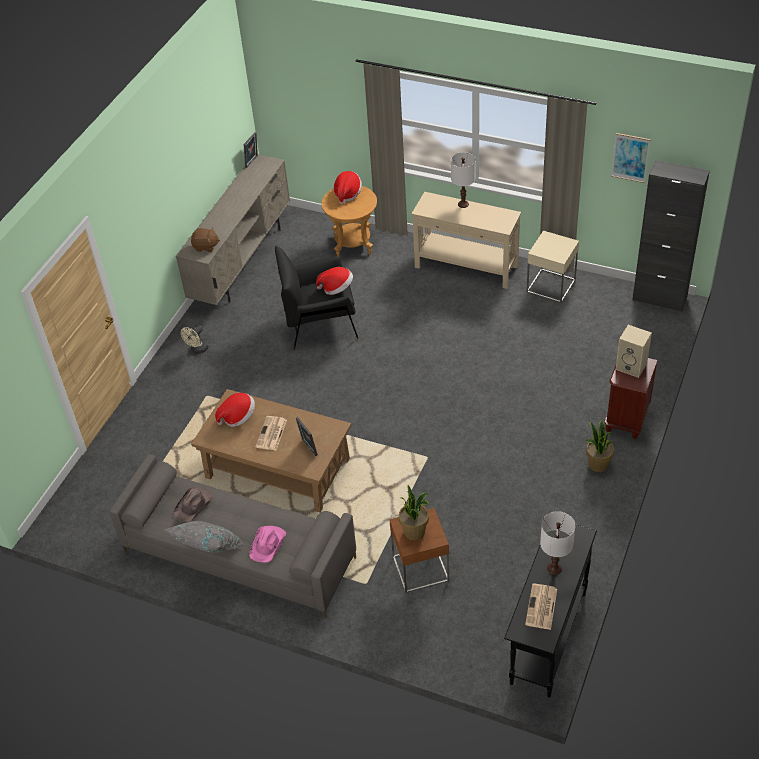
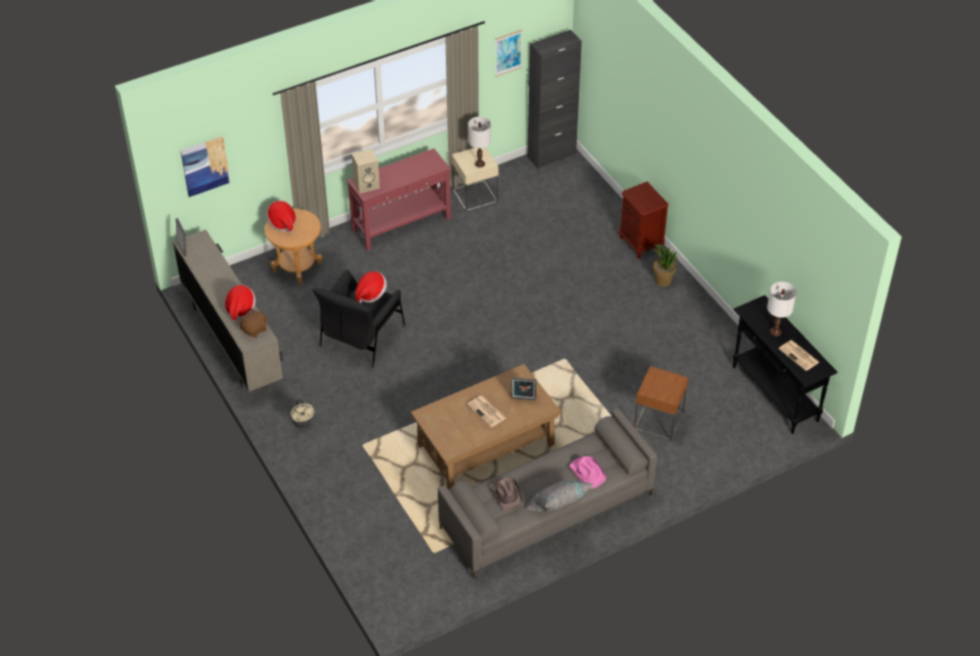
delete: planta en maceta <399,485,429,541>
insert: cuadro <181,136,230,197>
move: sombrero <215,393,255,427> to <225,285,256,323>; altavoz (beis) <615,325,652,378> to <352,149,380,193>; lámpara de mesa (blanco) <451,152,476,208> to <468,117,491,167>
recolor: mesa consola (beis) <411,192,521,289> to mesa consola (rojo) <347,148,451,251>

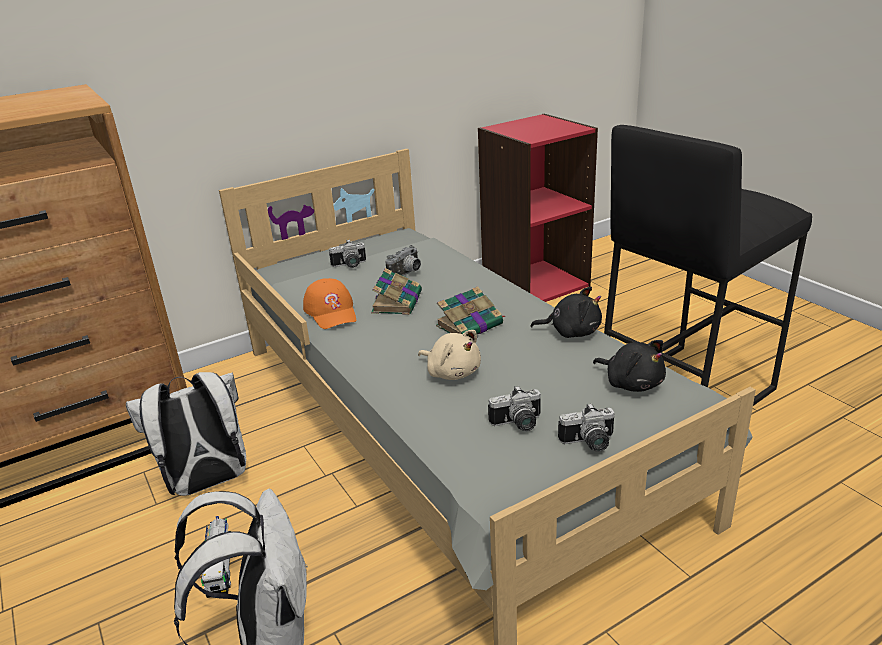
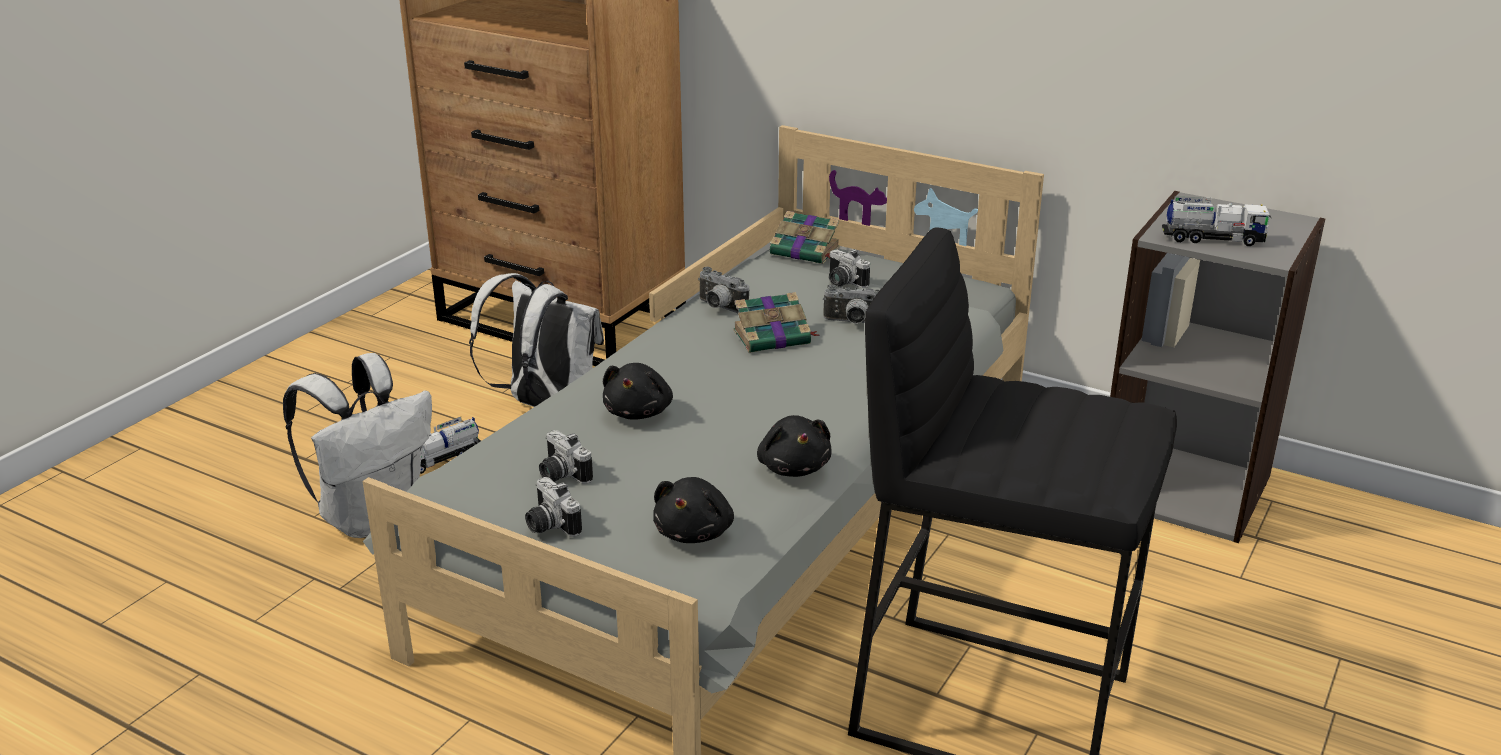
insert: camión de juguete <1162,196,1271,246>
move: libro <436,286,505,334> to <770,211,840,264>
replace: gorra (naranja) <303,278,356,329> to cámara <698,267,750,313>
recolor: peluche (beis) <418,330,481,380> to peluche (negro) <603,363,673,420>; estantería (rojo) <478,114,598,302> to estantería (gris) <1110,191,1325,543>

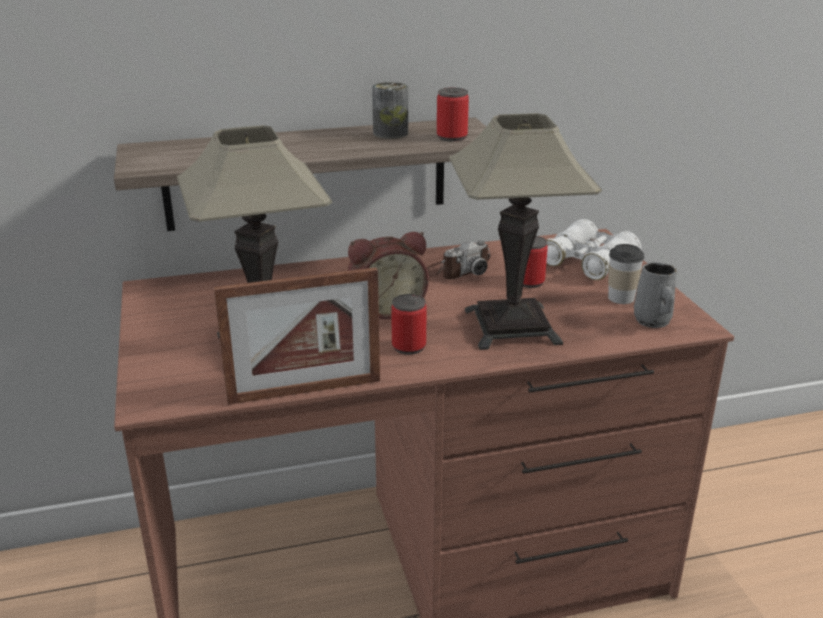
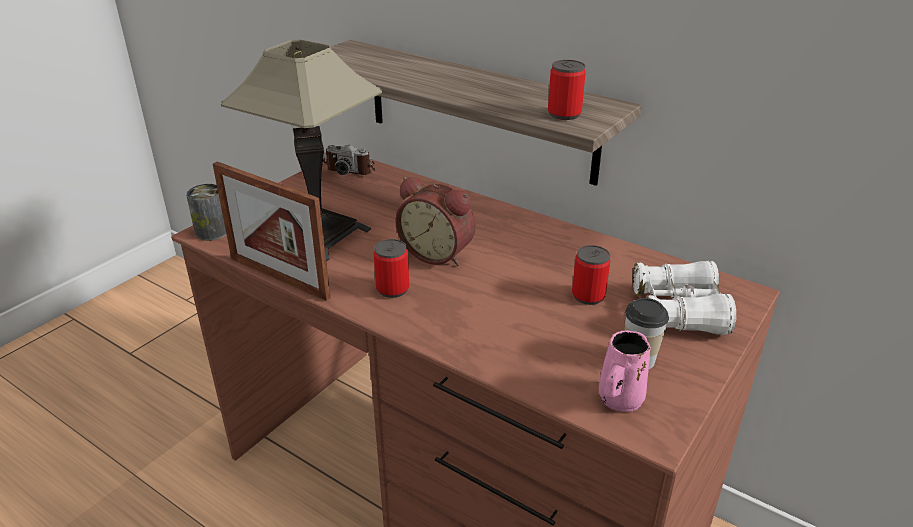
delete: lámpara de mesa <449,113,602,350>
move: lata <372,82,408,139> to <186,184,227,241>; cámara <426,240,491,279> to <323,145,376,175>
recolor: taza grande (gris) <634,262,677,328> to taza grande (rosa) <599,331,651,412>

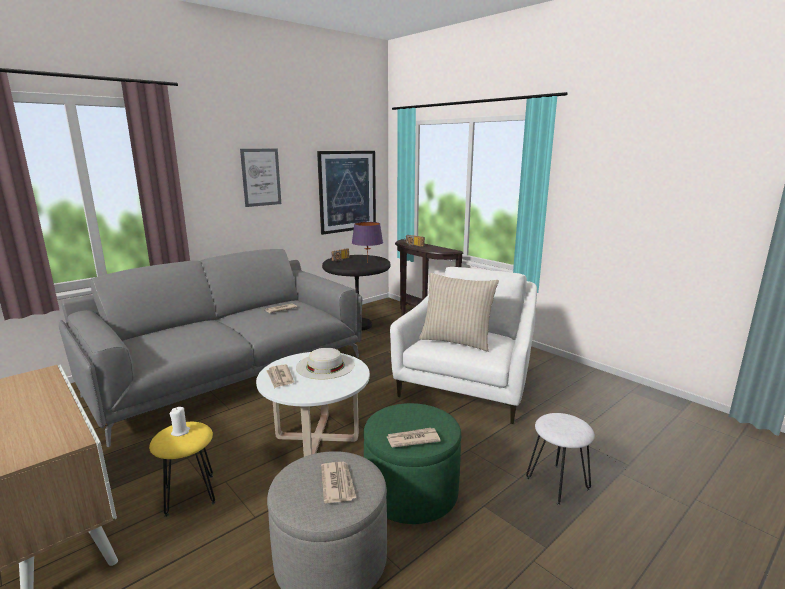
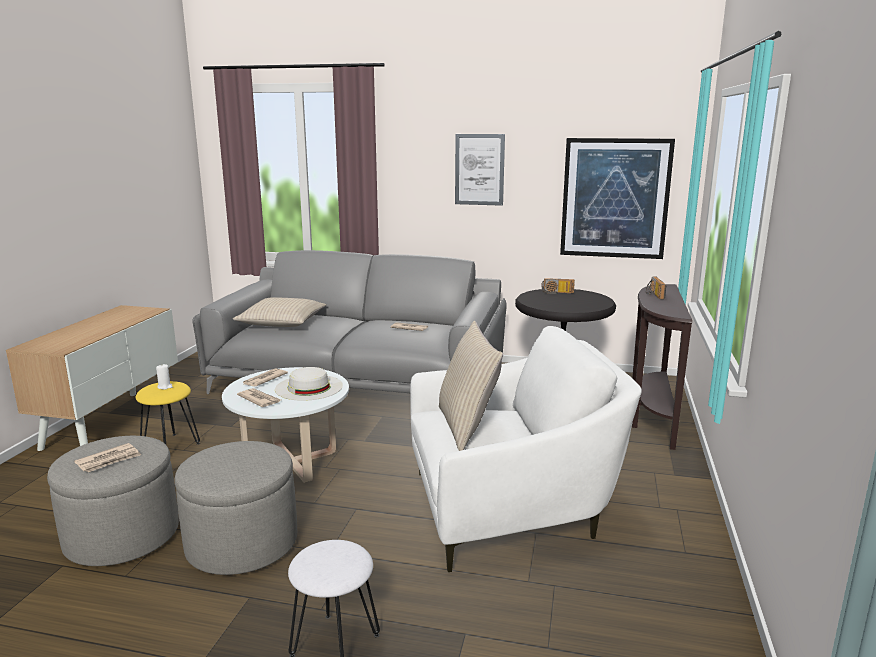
delete: lámpara de mesa (morado) <352,222,383,260>
insert: cojín (beis) <233,297,327,327>
move: periódico <387,428,441,448> to <237,388,281,407>
recolor: puf (verde) <363,403,461,524> to puf (gris) <175,441,297,575>

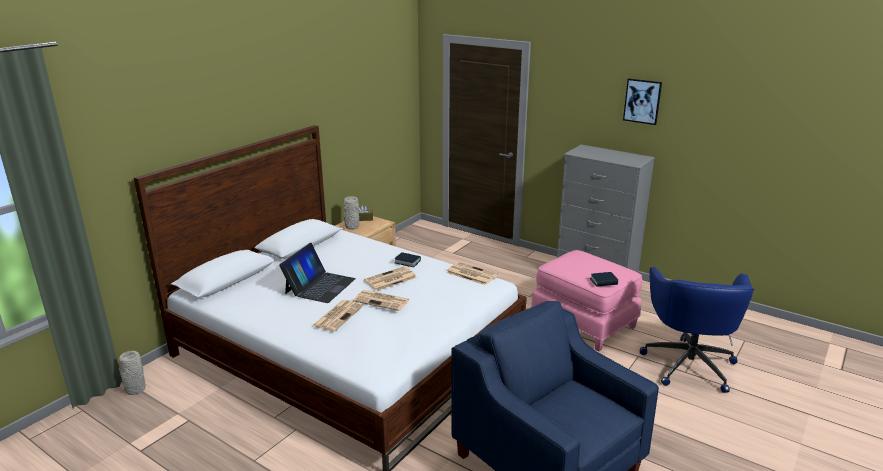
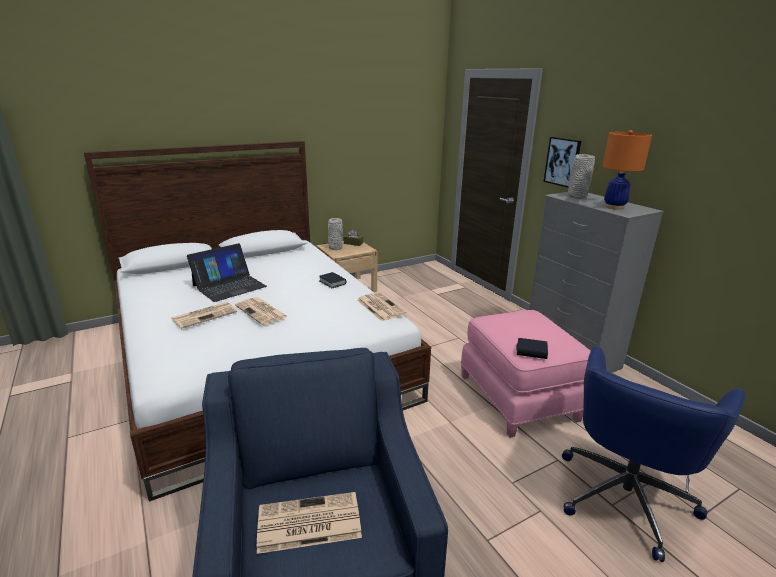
insert: lámpara de mesa (naranja) <603,130,652,210>
move: periódico <364,267,417,291> to <257,492,362,554>; cuadro <623,78,662,125> to <543,137,581,188>; florero (gris) <119,351,146,395> to <568,154,595,199>

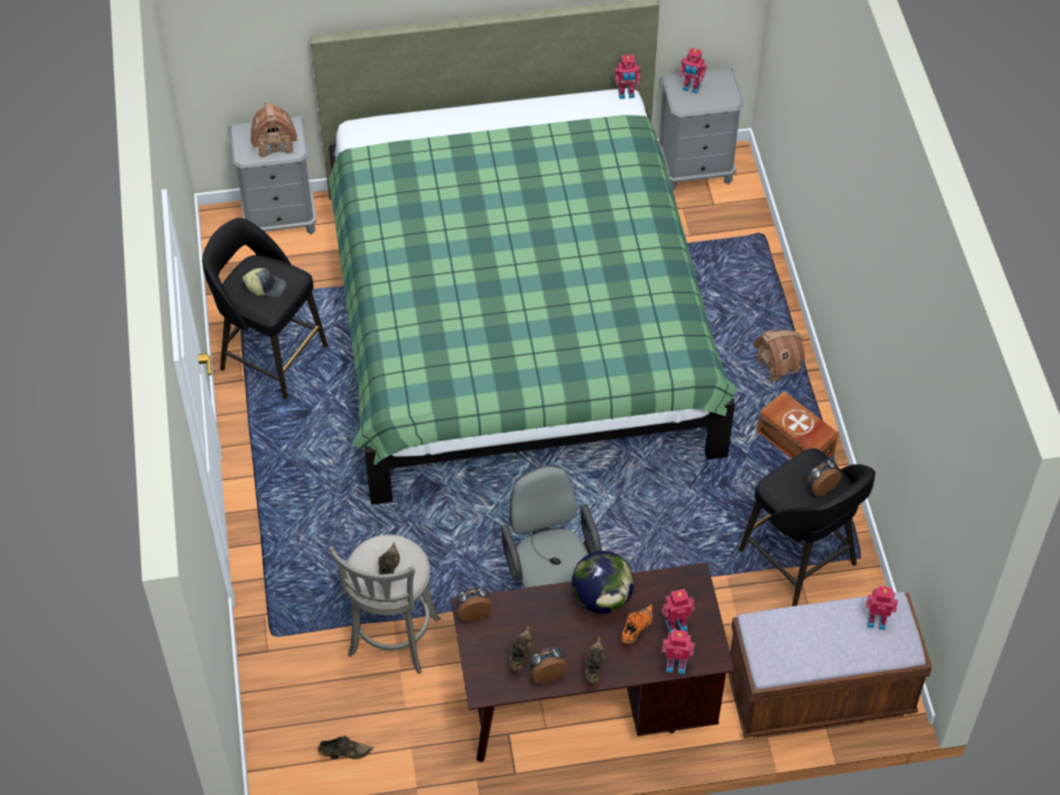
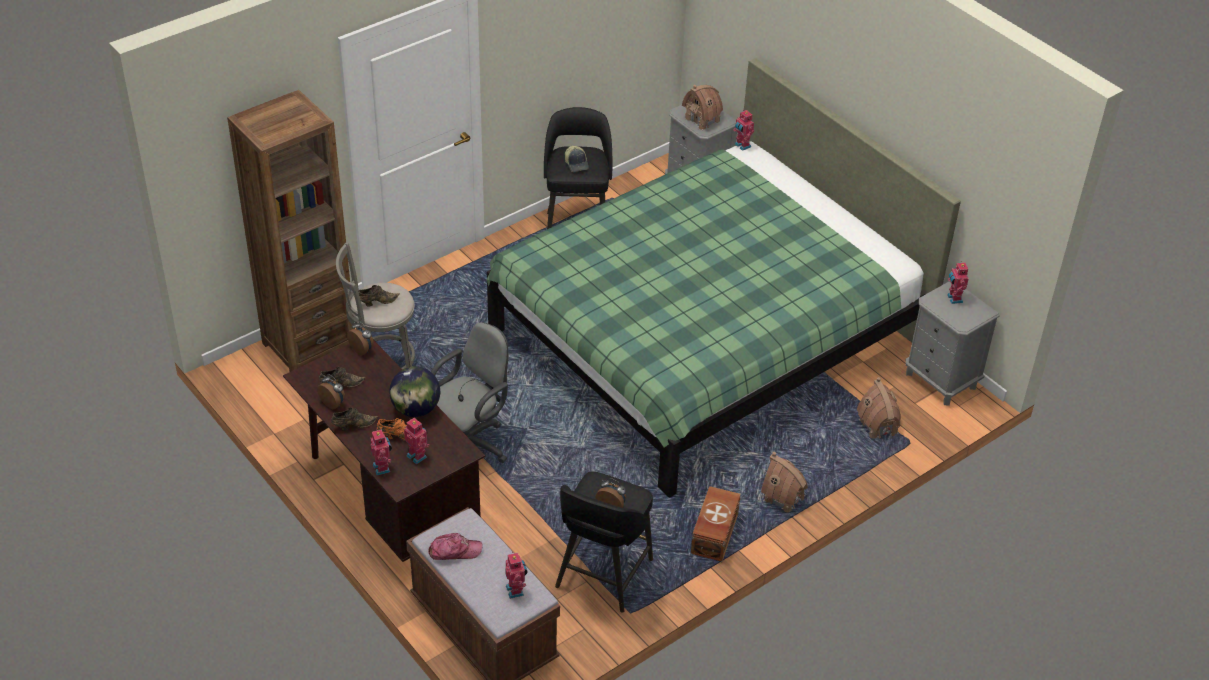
delete: zapato (marrón) <318,736,374,759>
insert: estantería (marrón) <227,90,355,372>; gorra <428,533,483,560>; casita <857,377,901,439>
move: robot de juguete <614,55,640,99> to <733,110,754,151>

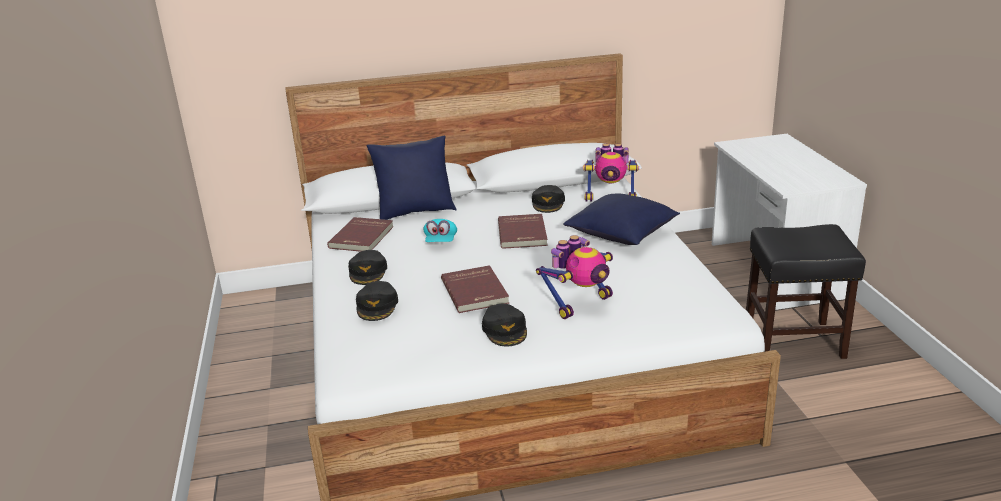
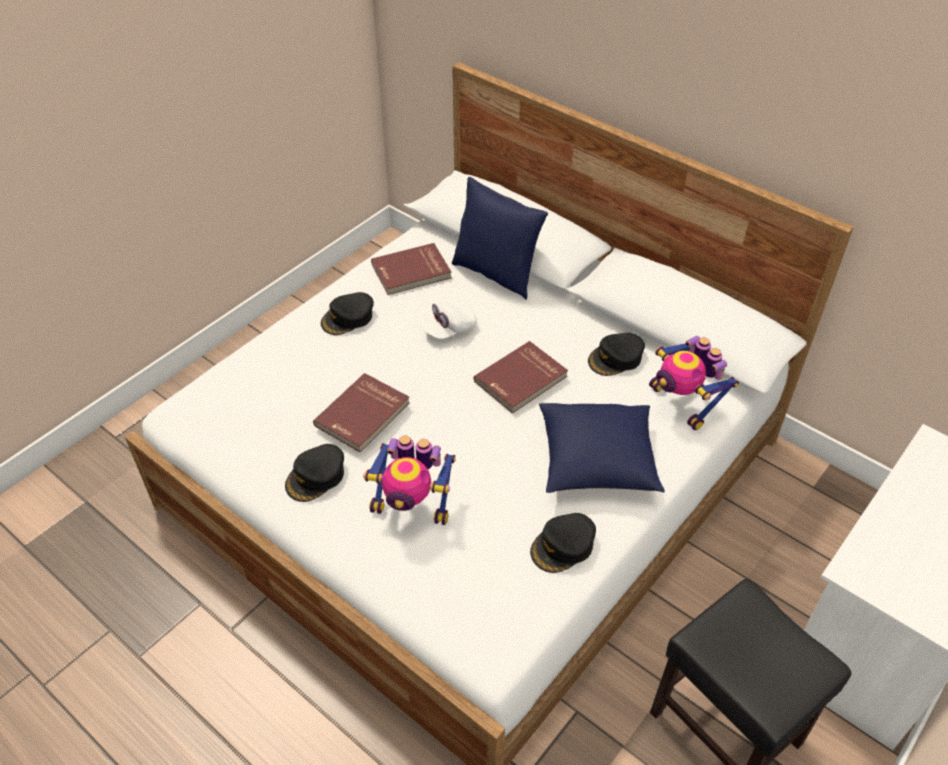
move: gorra (negro) <356,281,398,321> to <530,513,596,573>
recolor: gorra (turquesa) <423,219,457,242> to gorra (blanco) <422,302,477,339>

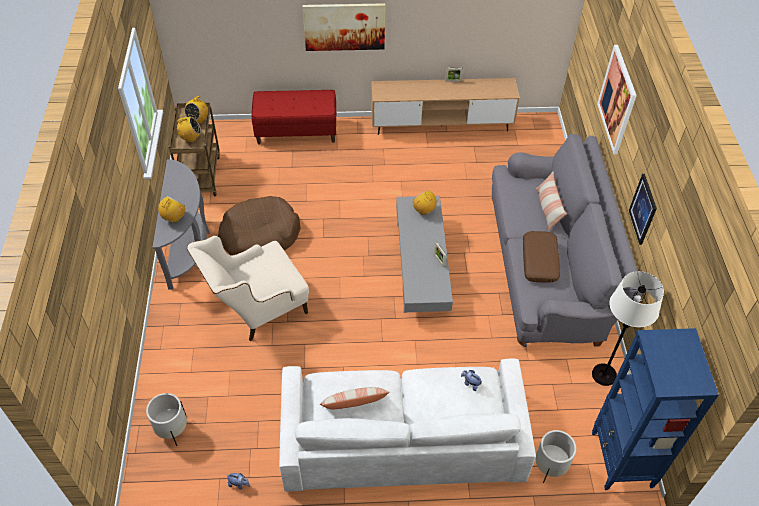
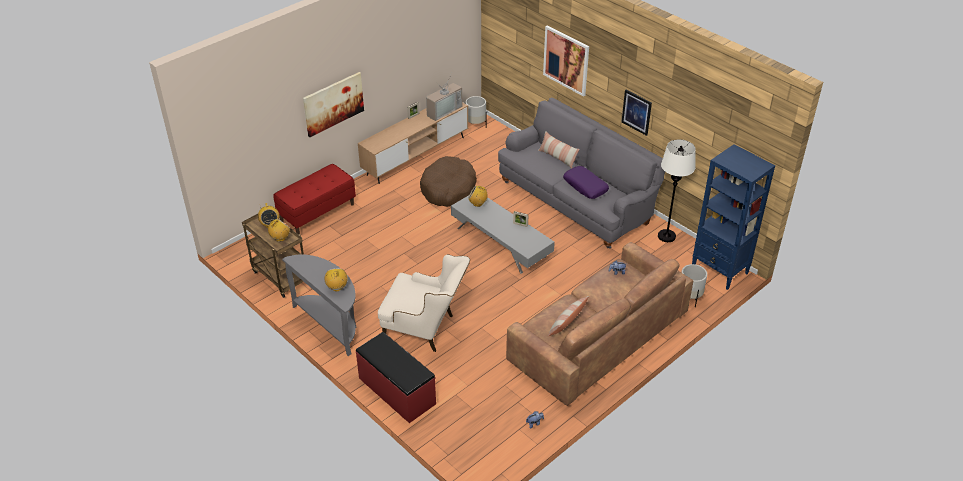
insert: banco (rojo) <356,332,436,423>; televisor <426,73,462,121>
move: cama para perro (marrón) <218,196,301,255> to <420,156,477,207>; maceta (blanco) <146,393,187,446> to <466,96,487,124>
recolor: sofá (blanco) <279,359,536,492> to sofá (marrón) <506,242,694,406>; cojín (marrón) <523,231,560,283> to cojín (morado) <563,166,609,199>
rotate: sillón (beis) <187,235,309,341> = <378,254,470,352> 90 degrees counterclockwise

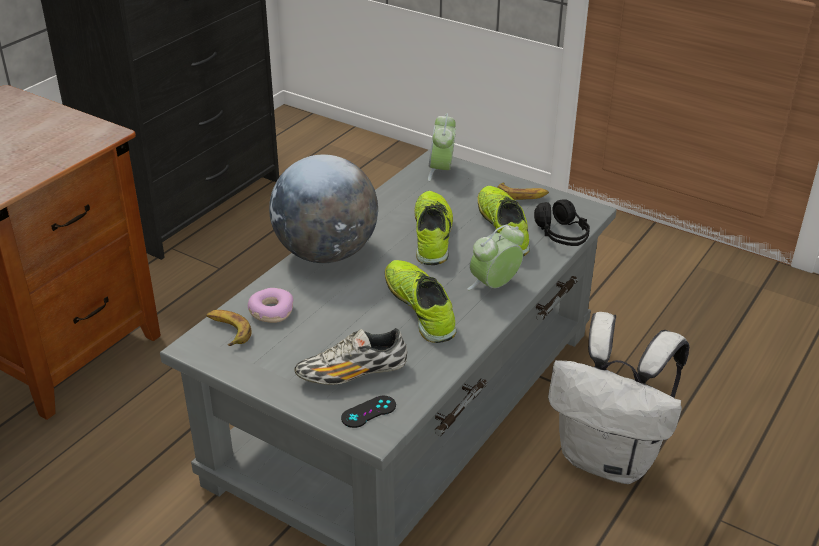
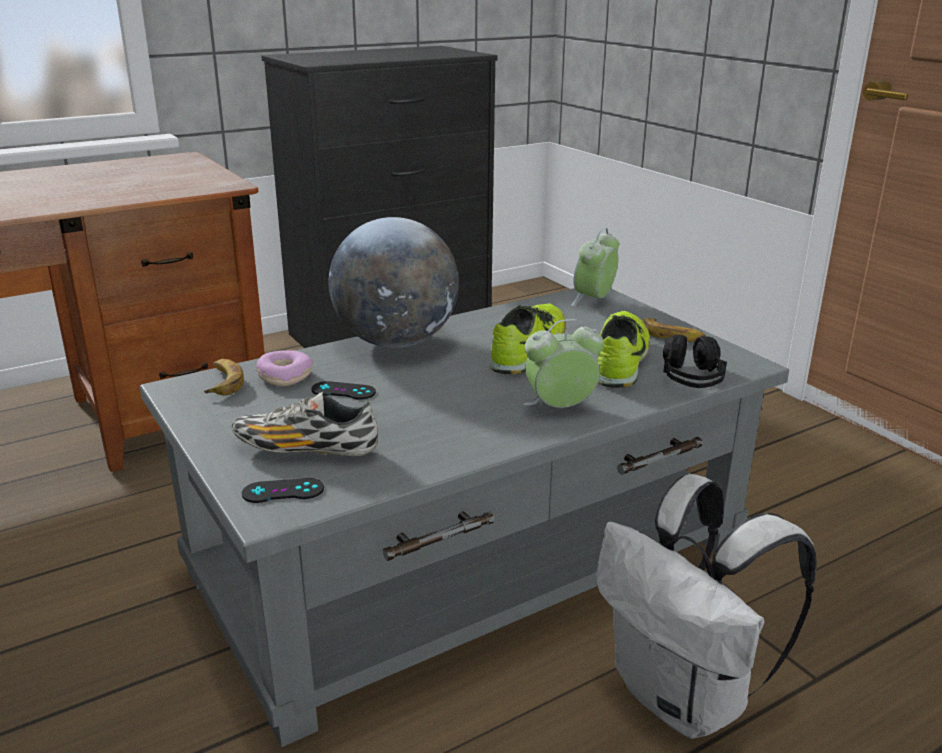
delete: zapato <385,260,456,343>
insert: mando de consola (negro) <311,381,376,400>

